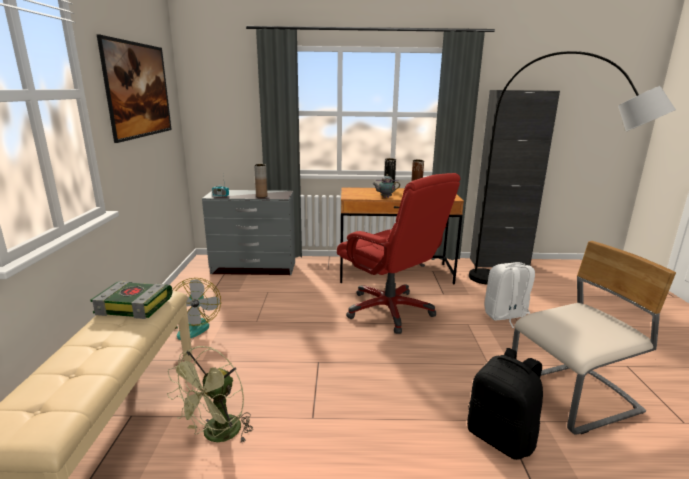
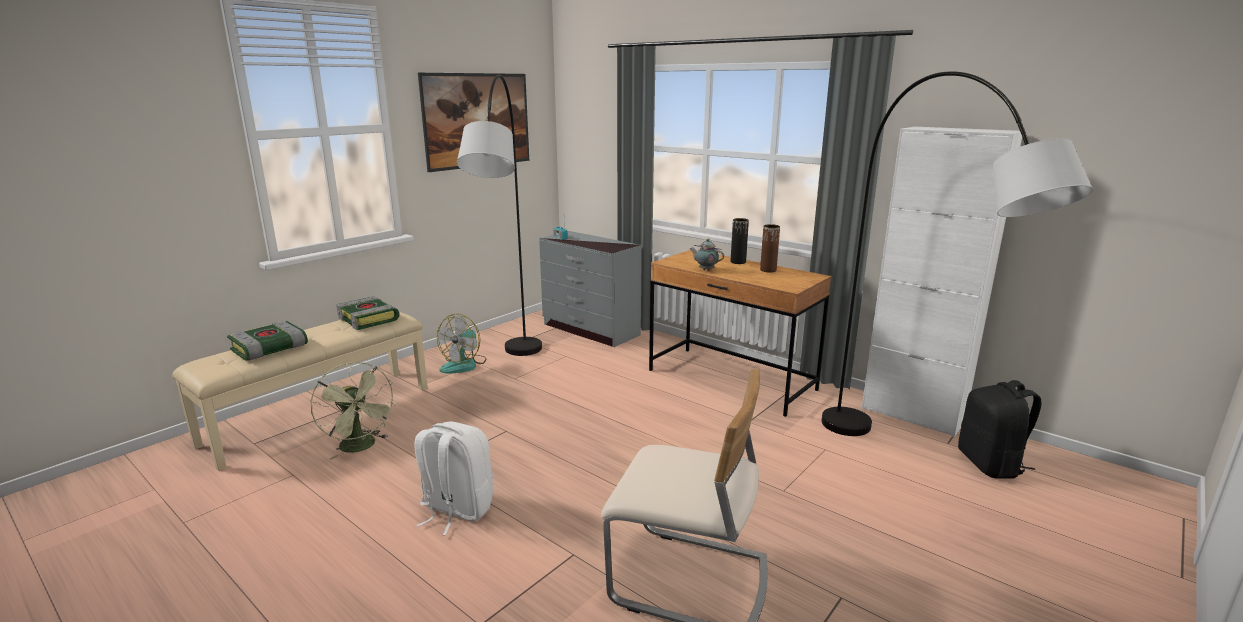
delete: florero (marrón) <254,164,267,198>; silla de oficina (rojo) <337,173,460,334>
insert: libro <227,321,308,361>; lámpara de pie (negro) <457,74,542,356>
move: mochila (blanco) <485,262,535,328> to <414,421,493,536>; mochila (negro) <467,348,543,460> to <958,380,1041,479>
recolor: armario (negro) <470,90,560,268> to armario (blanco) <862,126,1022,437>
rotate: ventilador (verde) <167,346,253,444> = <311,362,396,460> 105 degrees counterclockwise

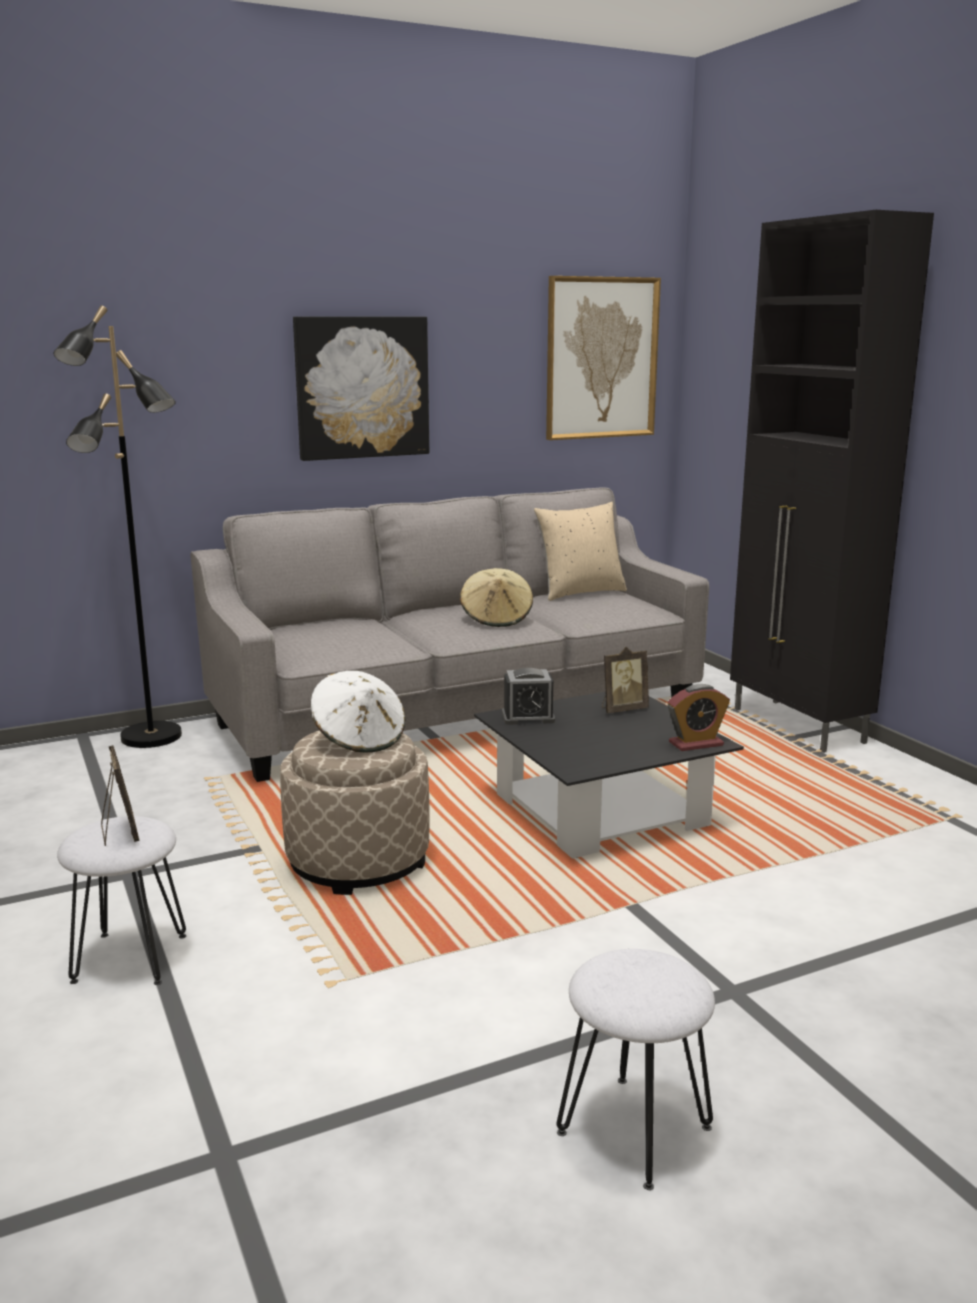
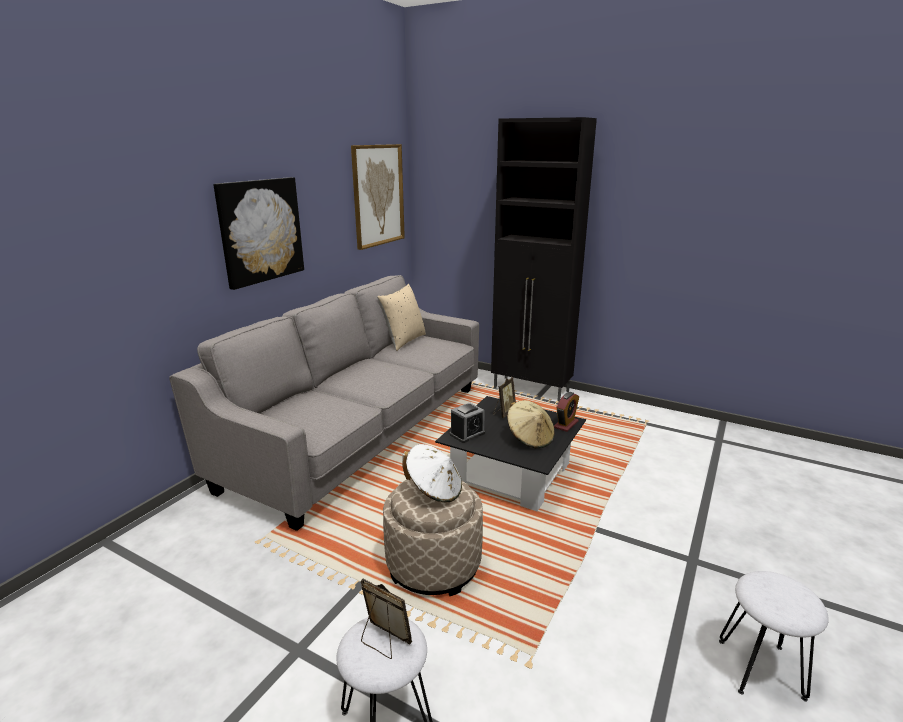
delete: lámpara de pie (negro) <53,305,182,748>
move: sombrero (beis) <460,568,533,627> to <507,400,555,448>

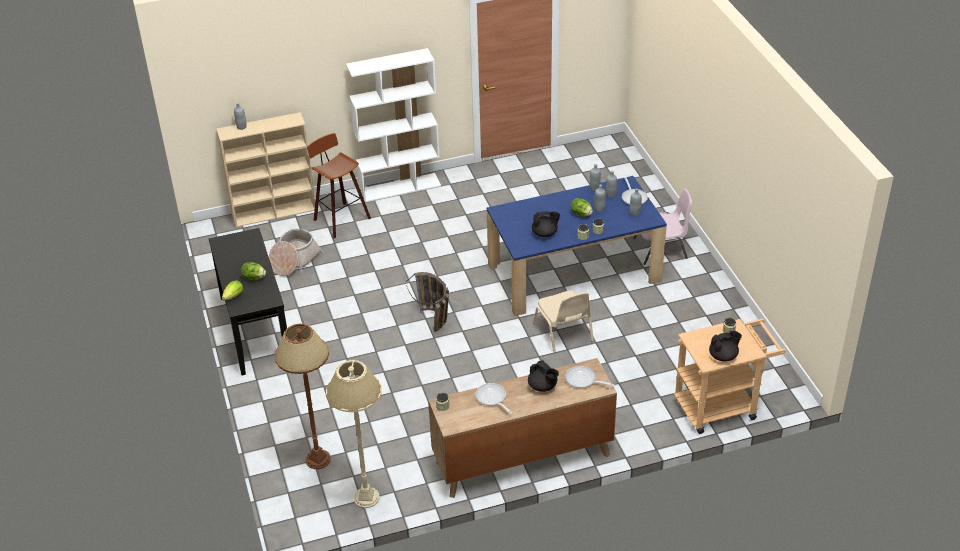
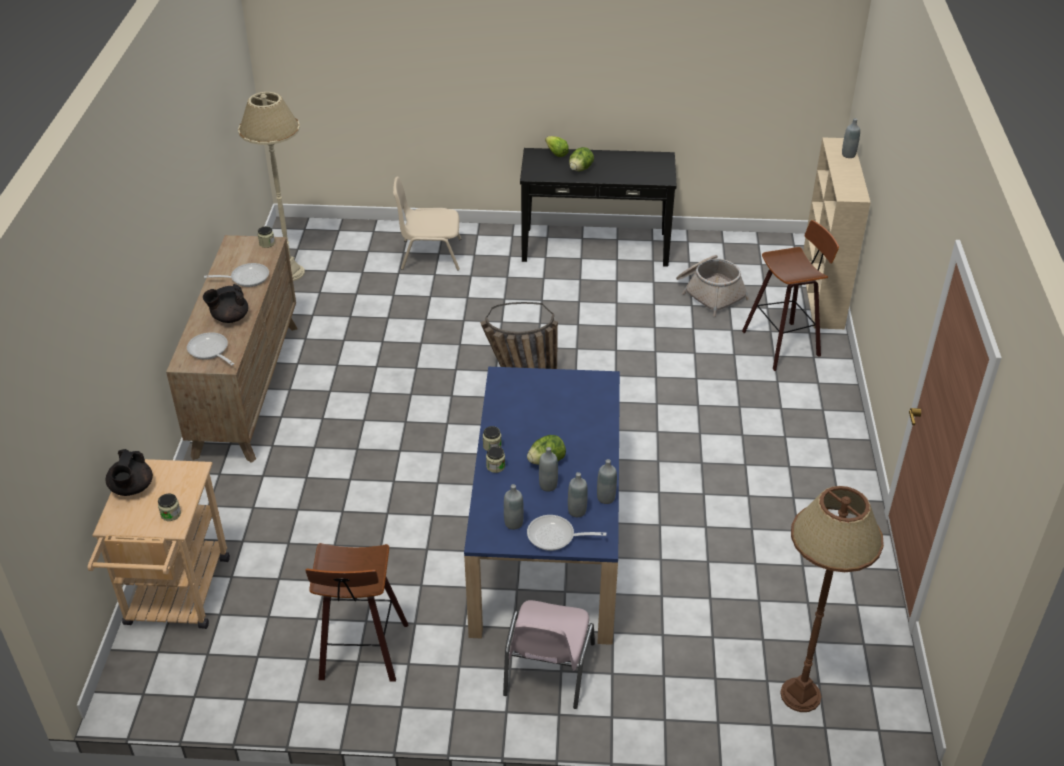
delete: estantería (blanco) <346,48,441,202>; tetera (negro) <532,211,560,237>
insert: taburete <305,543,408,682>
move: silla (beis) <533,290,594,353> to <393,176,461,271>; lámpara de pie (marrón) <274,324,331,469> to <780,486,884,712>
rotate: sartén <565,366,615,388> = <187,332,234,366> 90 degrees counterclockwise

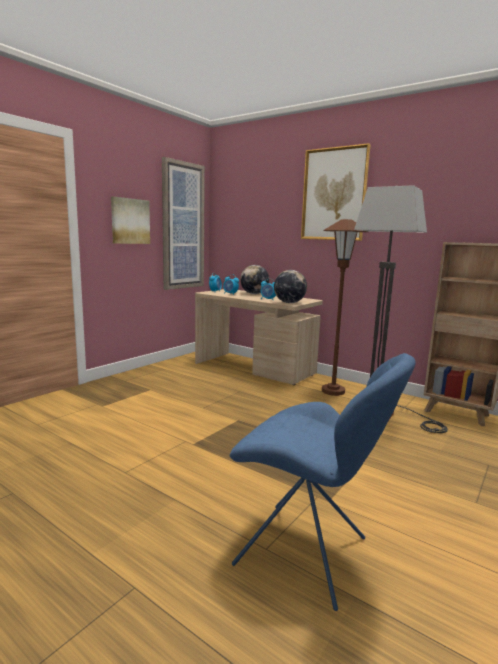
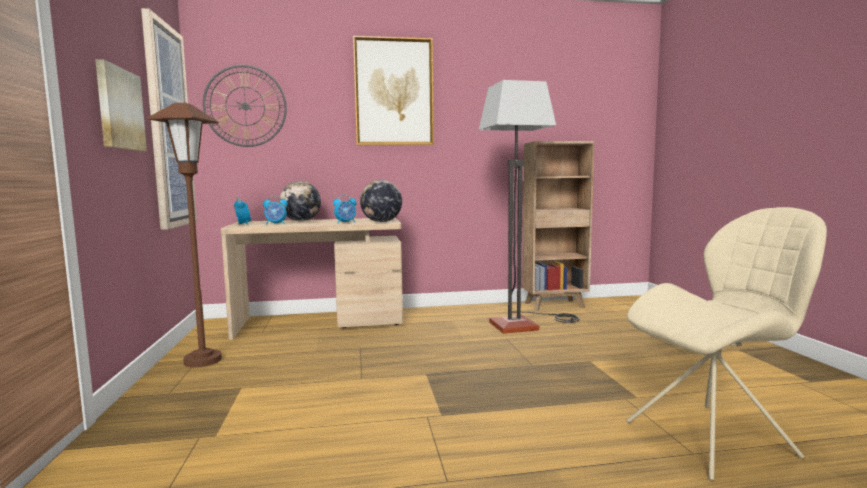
insert: reloj de pared <203,65,287,147>
move: lámpara de pie (marrón) <322,219,369,396> to <147,103,222,367>
recolor: silla (azul) <229,353,416,611> to silla (beis) <626,207,827,481>

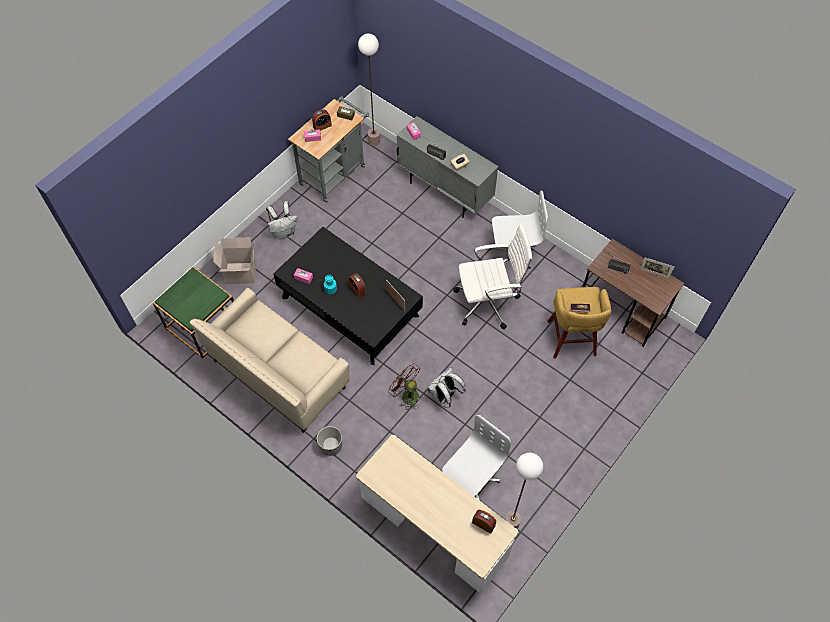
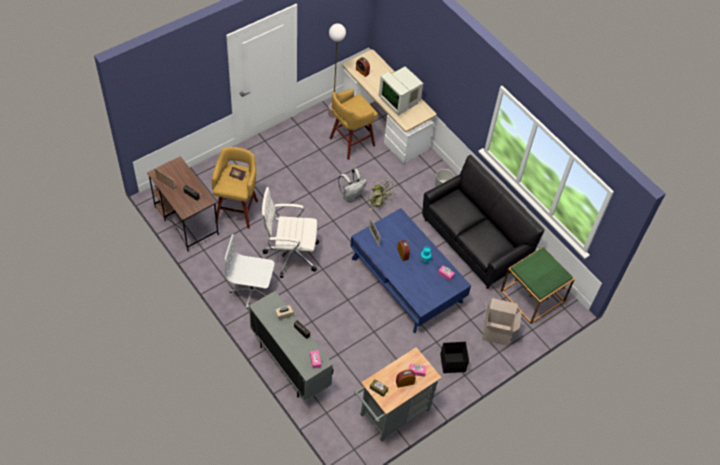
delete: lámpara de pie <358,33,380,146>
insert: monitor <379,66,423,115>
replace: silla de oficina (blanco) <442,415,511,500> to taburete (amarillo) <330,89,378,160>; mochila (blanco) <266,201,298,239> to caja de almacenaje (negro) <440,342,469,373>
recolor: mesa de centro (negro) <273,227,423,365> to mesa de centro (azul) <350,208,471,333>; ventilador (marrón) <388,364,420,410> to ventilador (verde) <368,180,395,210>; sofá (beis) <190,288,349,433> to sofá (negro) <422,155,545,289>

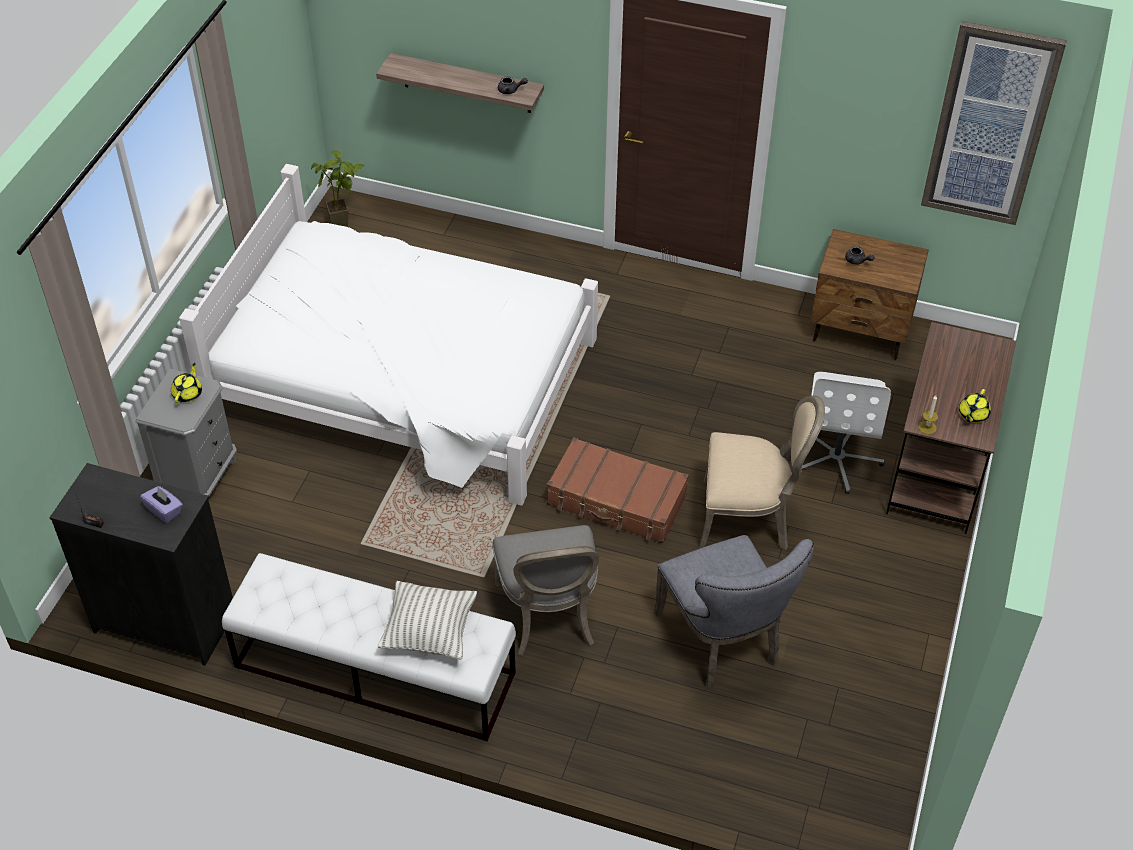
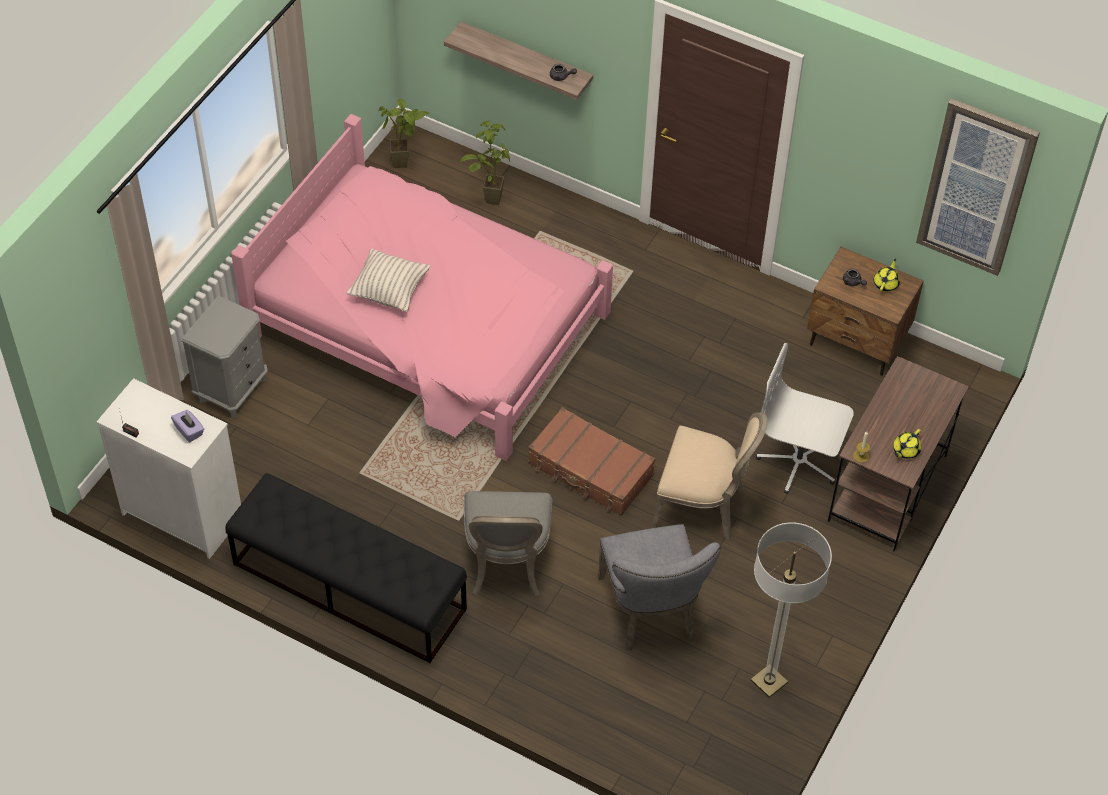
insert: planta en maceta <460,121,510,205>; lámpara de pie <751,523,832,698>
move: cojín <378,581,477,659> to <347,248,430,312>; tetera (amarillo) <171,363,202,403> to <874,259,900,292>
recolor: cómoda (negro) <49,463,233,666> to cómoda (blanco) <97,378,241,559>; banco (blanco) <222,553,516,741> to banco (negro) <226,473,467,663>; cama (blanco) <179,164,598,506> to cama (rosa) <231,114,613,461>
rotate: silla de oficina (blanco) <802,372,891,494> = <756,343,854,494> 90 degrees clockwise

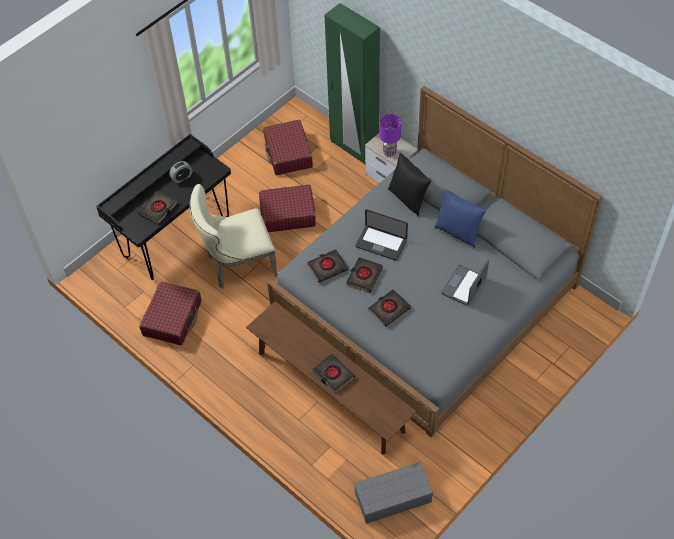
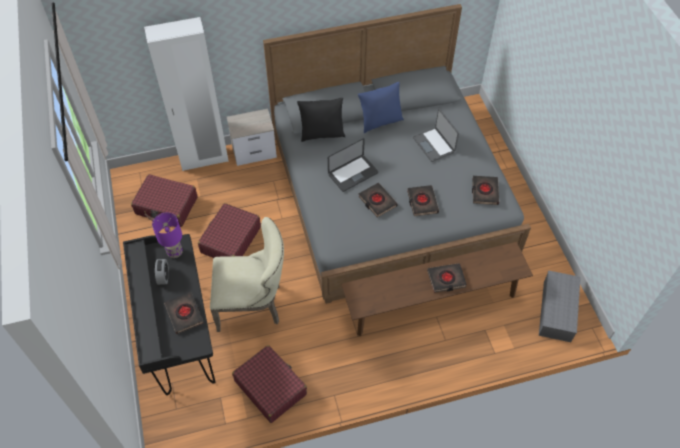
move: lámpara de mesa (morado) <379,114,401,157> to <152,212,183,258>; libro (negro) <307,249,348,283> to <472,176,499,205>
recolor: armario ropero (verde) <325,3,380,164> to armario ropero (blanco) <144,17,229,171>
rotate: silla (beis) <190,184,277,289> = <210,217,284,332> 105 degrees counterclockwise

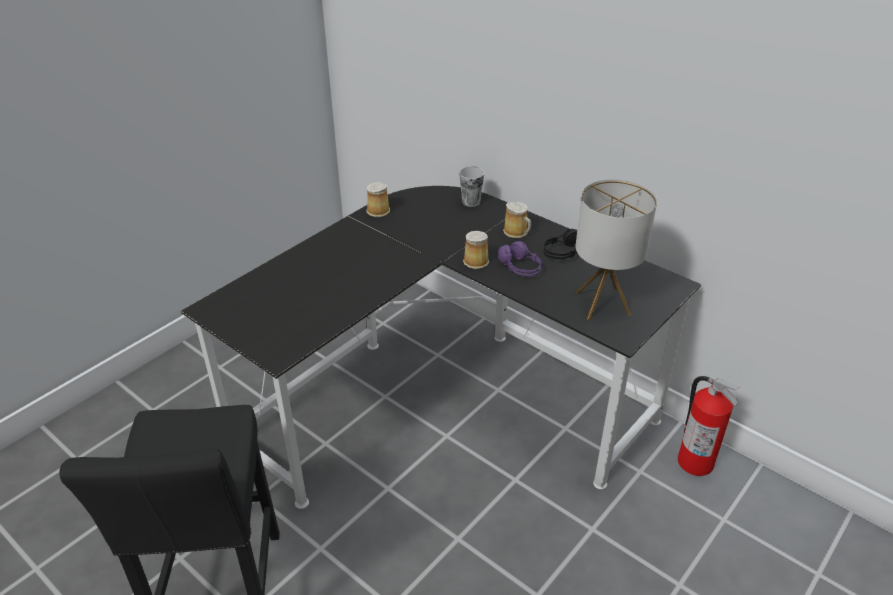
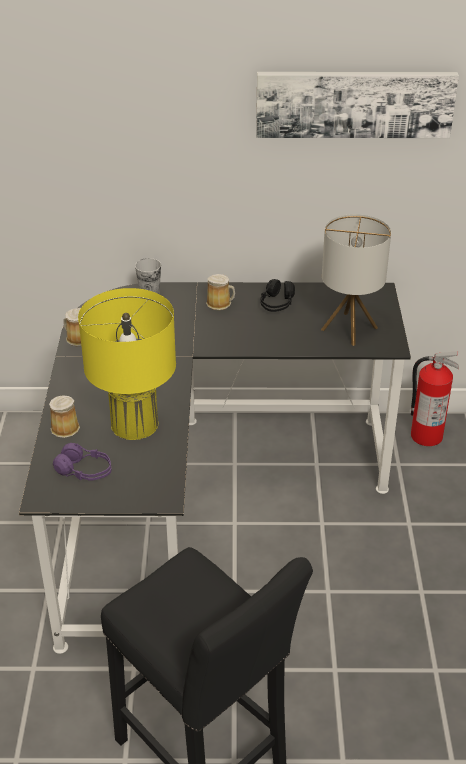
insert: lámpara de mesa (amarillo) <78,288,176,440>; cuadro <256,72,459,138>
move: taza grande <463,231,489,269> to <49,395,80,438>; auriculares (morado) <498,241,541,276> to <53,443,112,481>

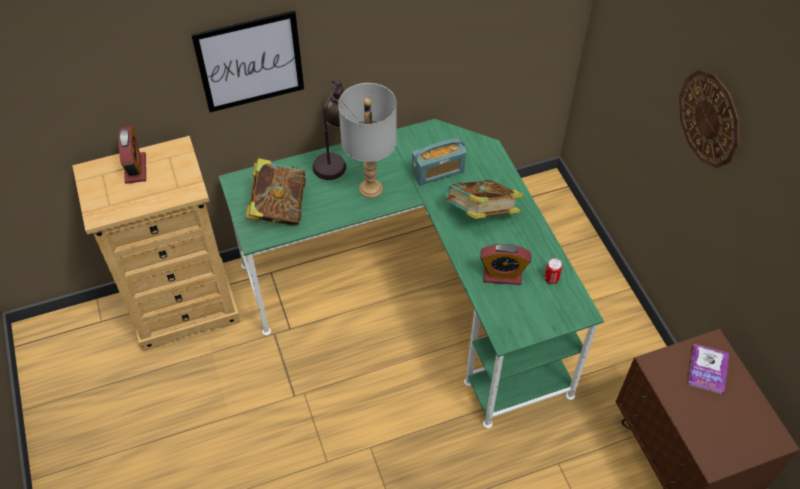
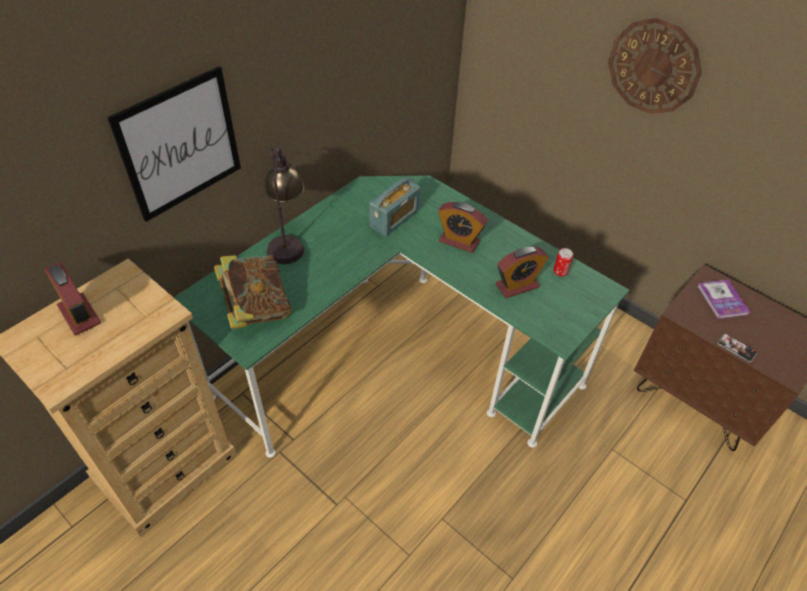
delete: lámpara de mesa (gris) <338,83,397,198>
insert: móvil <718,334,757,362>
replace: libro <445,179,523,219> to despertador <438,202,487,253>

